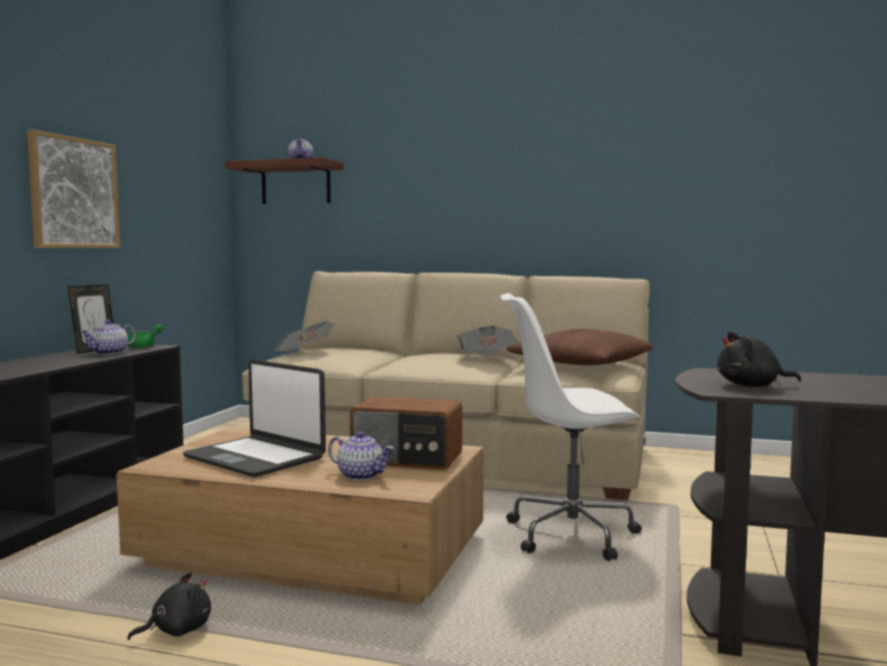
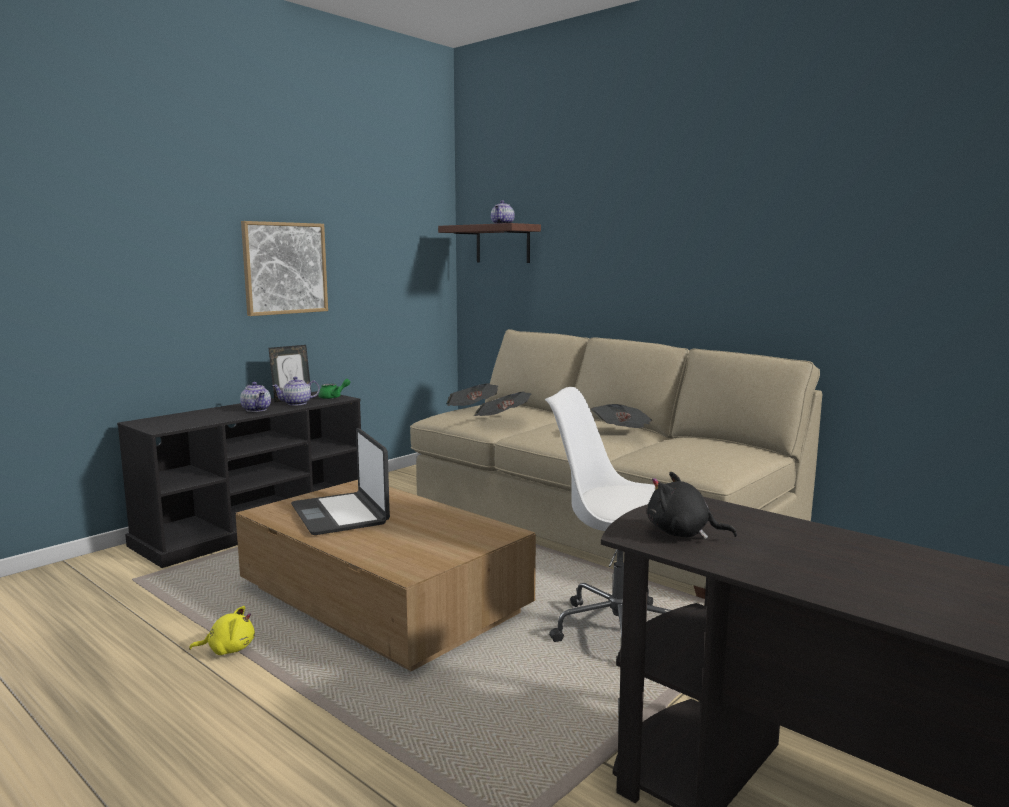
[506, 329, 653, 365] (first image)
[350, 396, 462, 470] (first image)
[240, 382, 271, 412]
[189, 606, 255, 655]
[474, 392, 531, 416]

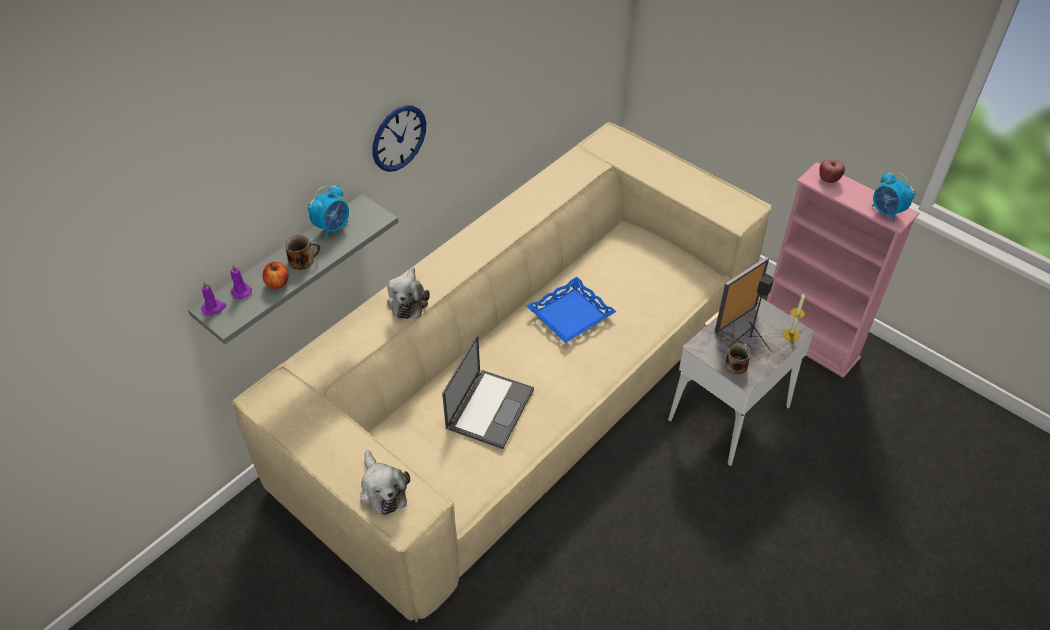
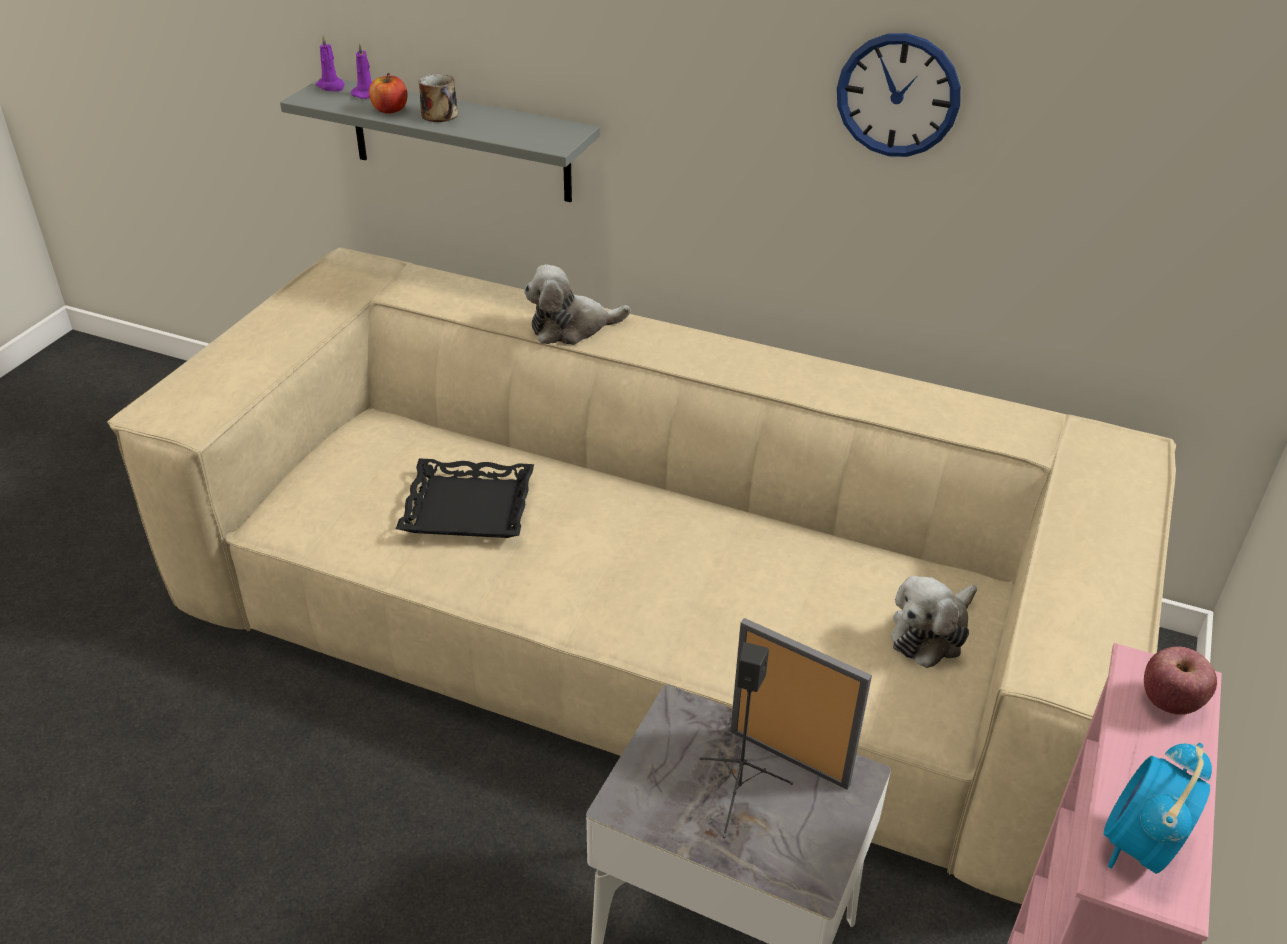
[837, 33, 961, 157]
[308, 185, 349, 239] (first image)
[526, 277, 616, 343] (first image)
[783, 294, 805, 341] (first image)
[396, 459, 534, 538]
[725, 343, 751, 374] (first image)
[891, 575, 977, 668]

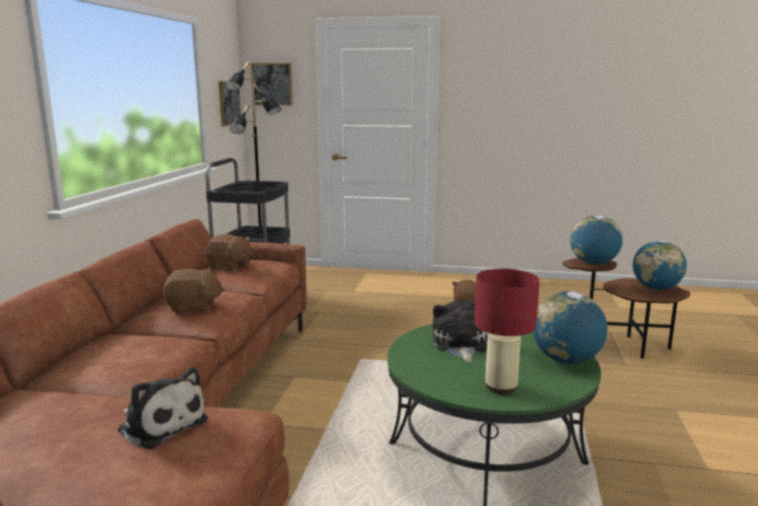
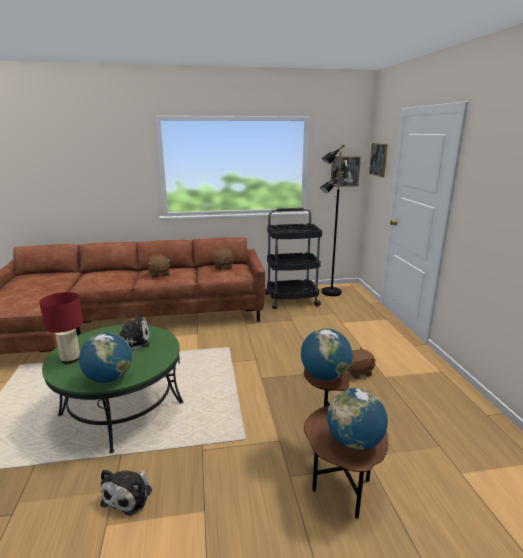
[100, 469, 152, 516]

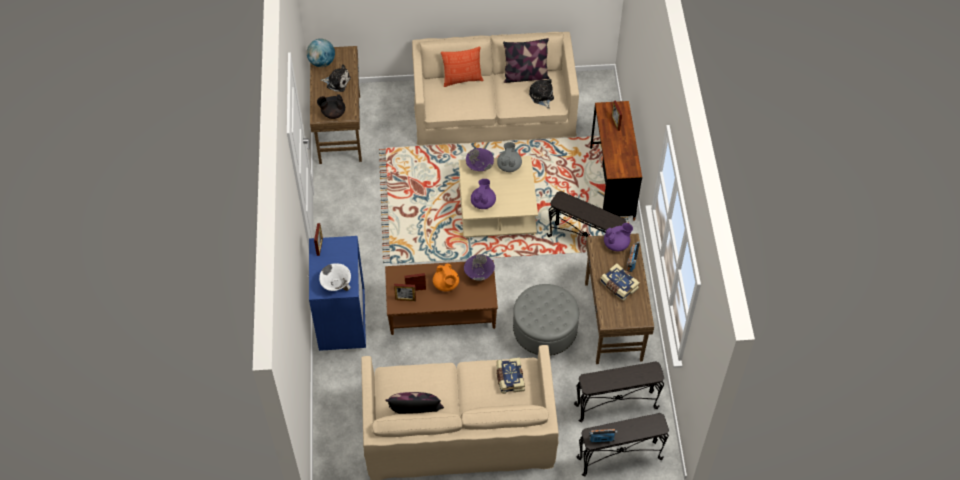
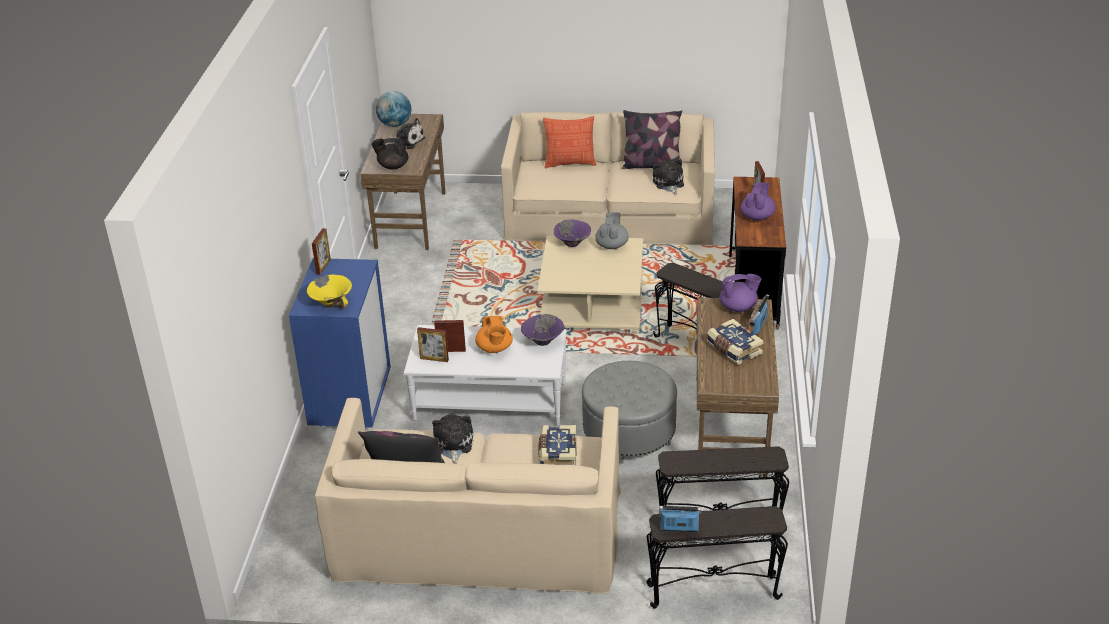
[741, 182, 776, 221]
[404, 325, 567, 426]
[307, 275, 352, 309]
[432, 414, 473, 464]

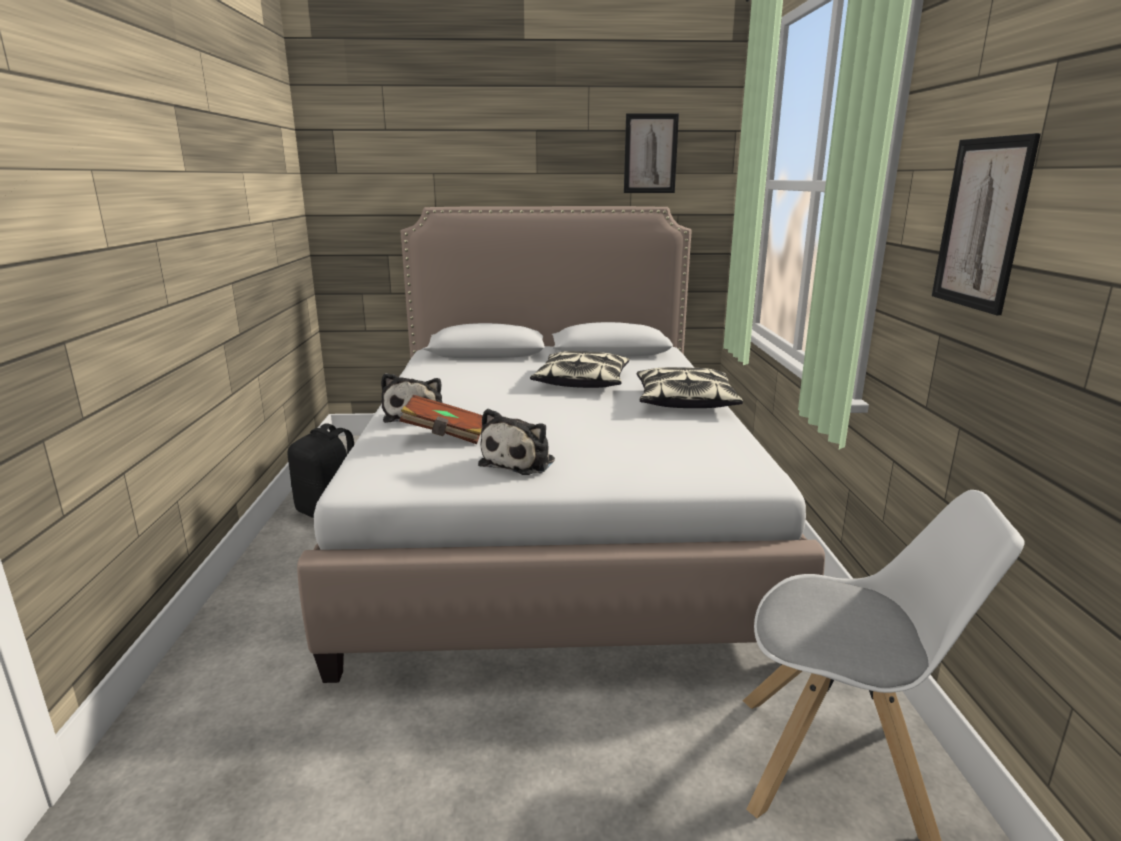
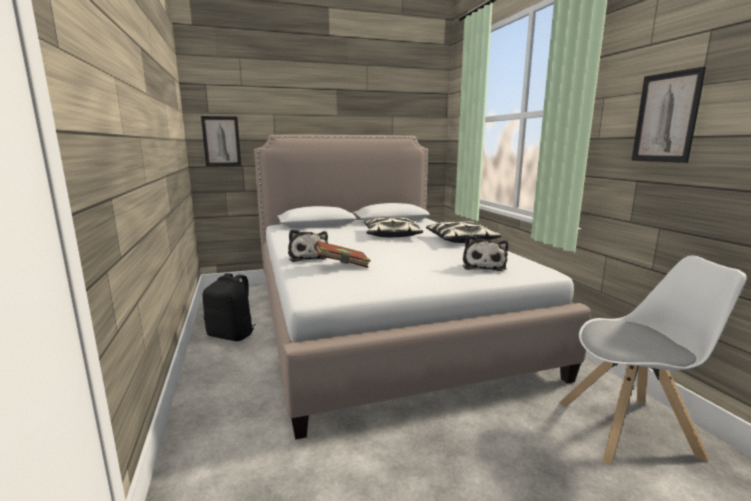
[201, 116, 241, 166]
[463, 235, 508, 271]

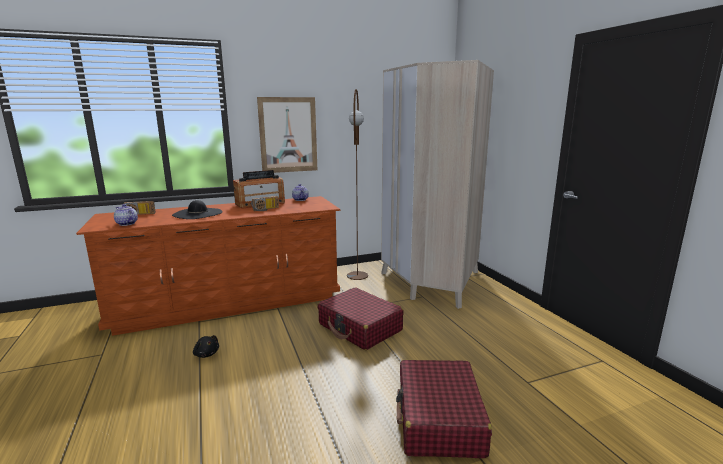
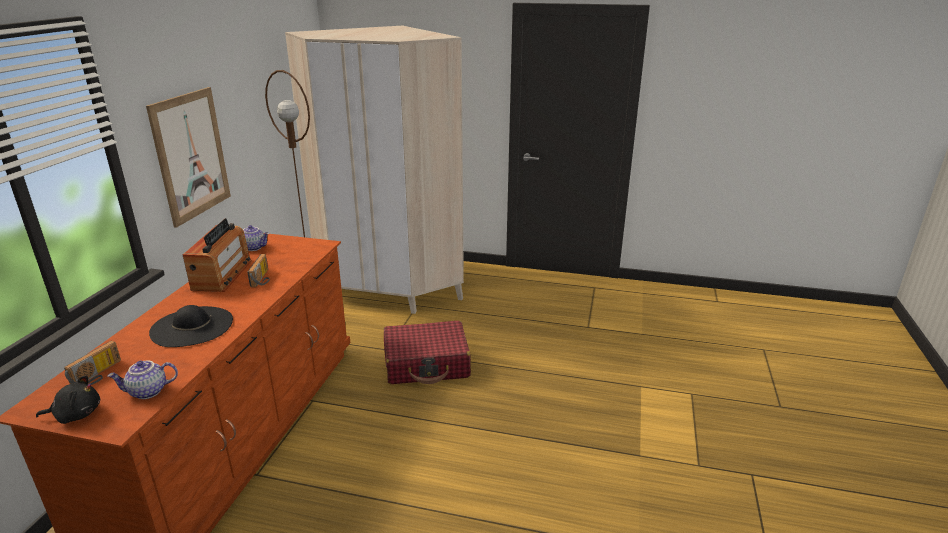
[36, 375, 100, 424]
[396, 360, 492, 458] (first image)

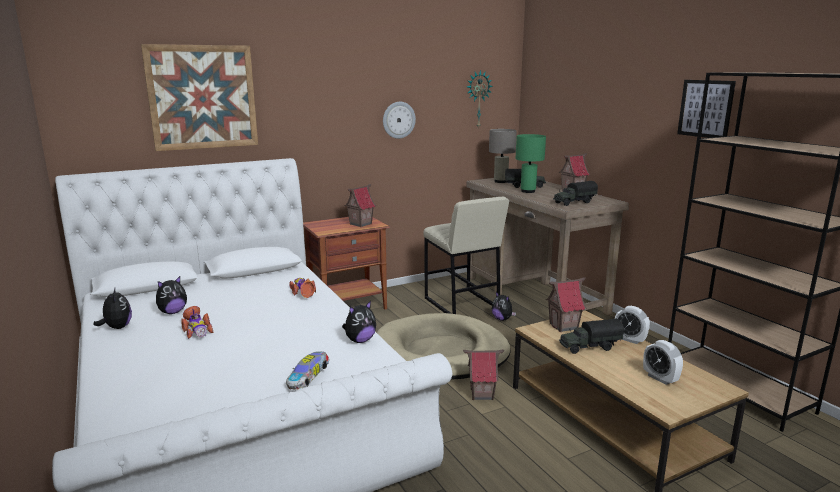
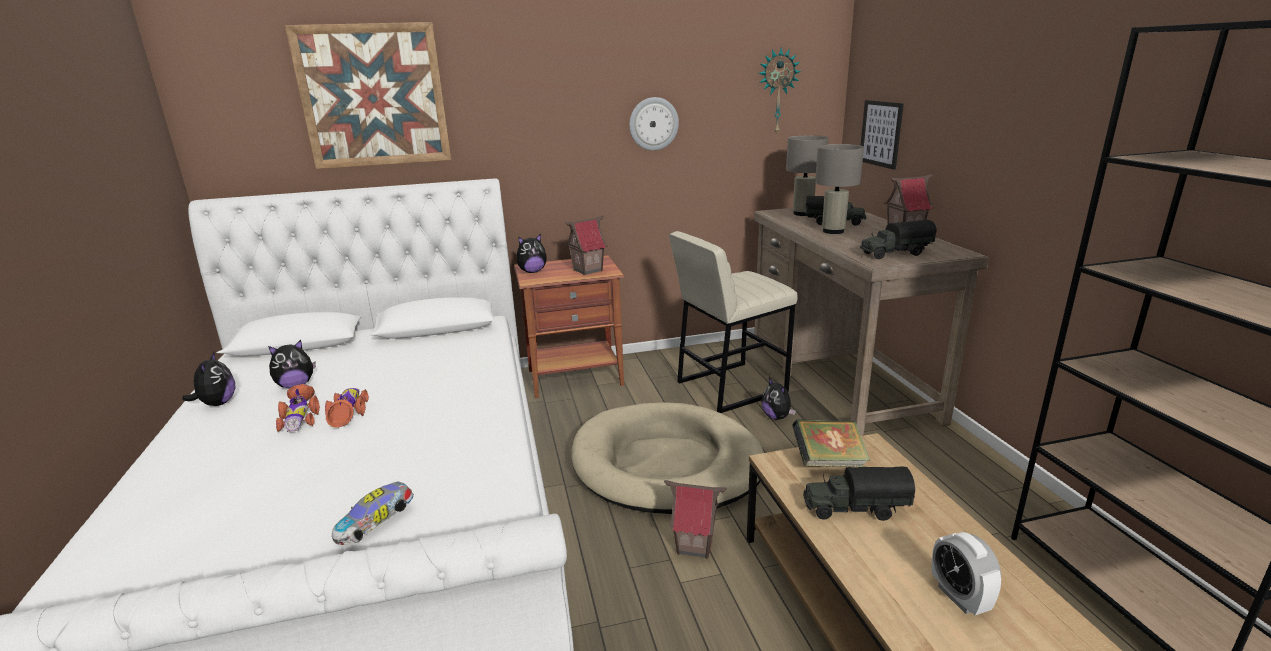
[861, 100, 904, 170]
[815, 144, 864, 234]
[669, 231, 798, 413]
[792, 419, 870, 467]
[325, 388, 369, 428]
[517, 234, 547, 273]
[615, 306, 650, 344] (first image)

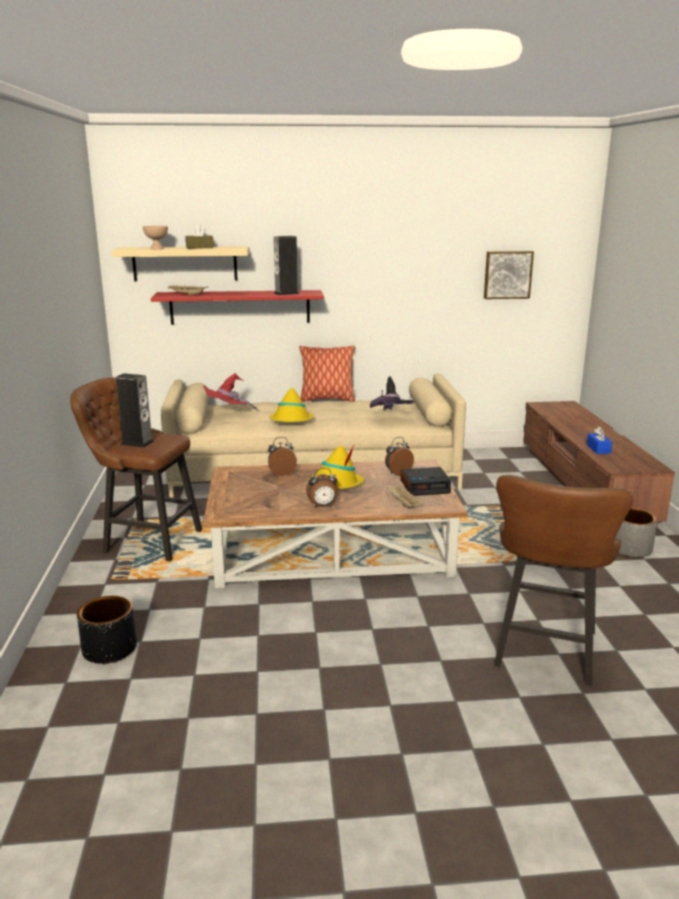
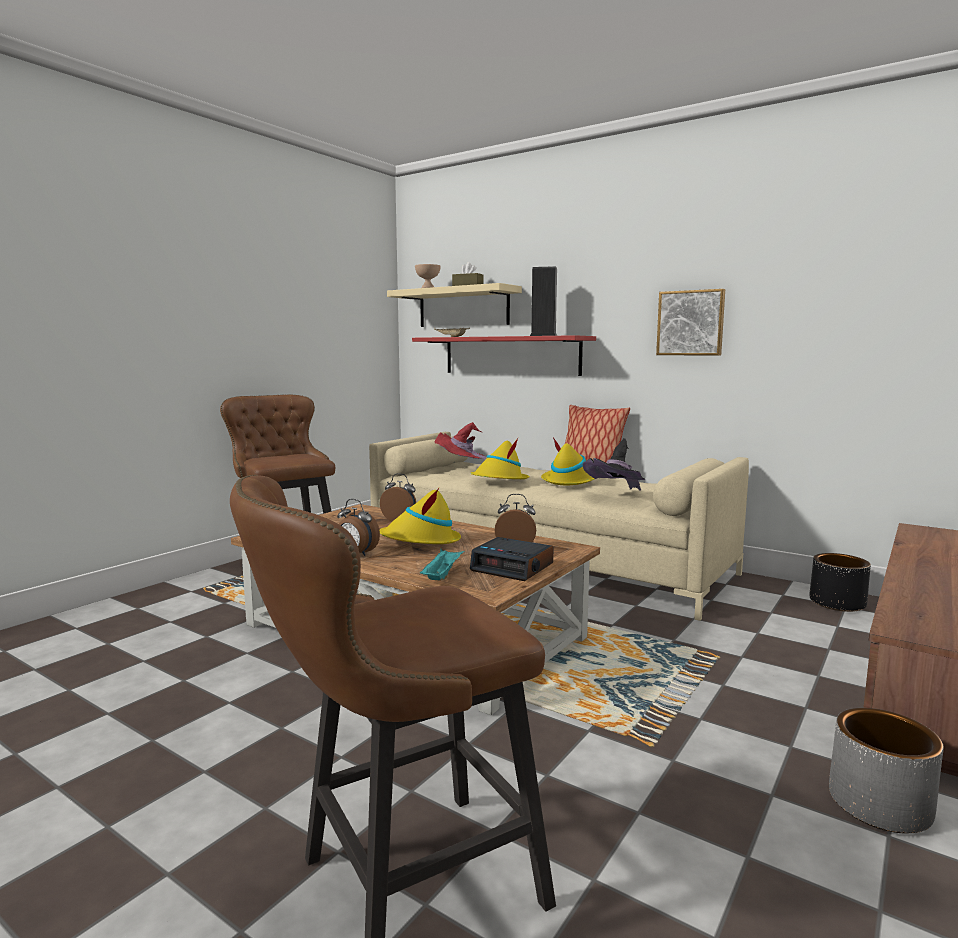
[656, 289, 725, 356]
[116, 373, 154, 448] (first image)
[587, 427, 613, 454] (first image)
[420, 549, 464, 581]
[810, 553, 871, 612]
[541, 437, 594, 485]

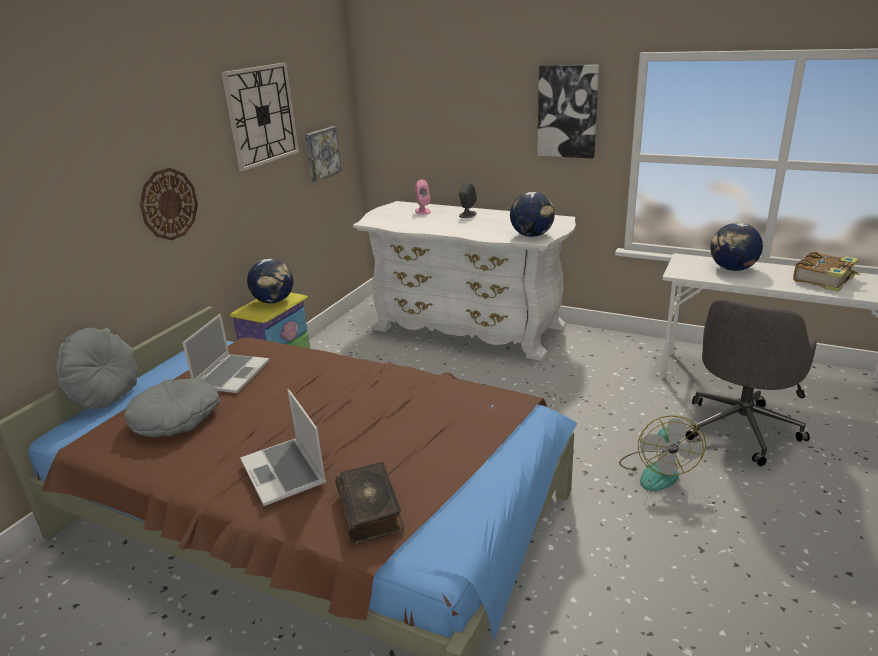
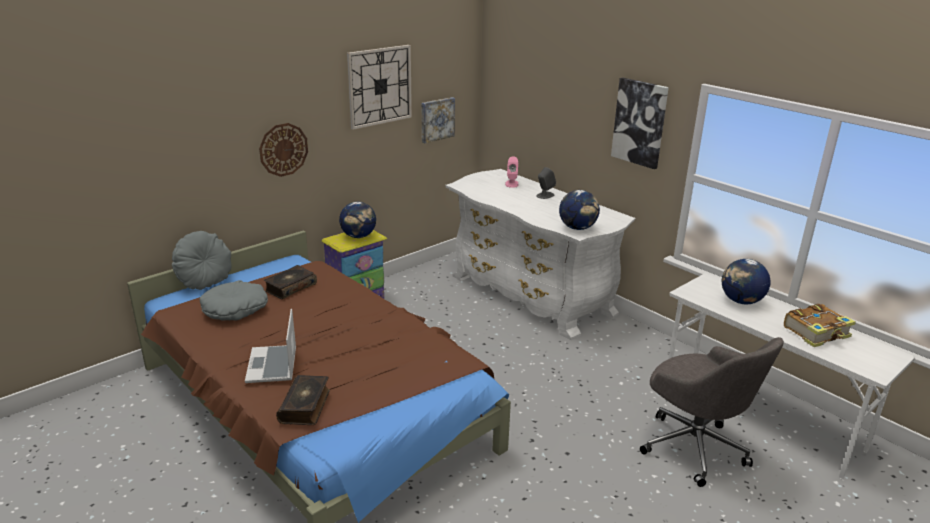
[640, 337, 784, 487]
[264, 265, 317, 299]
[619, 415, 706, 491] (first image)

